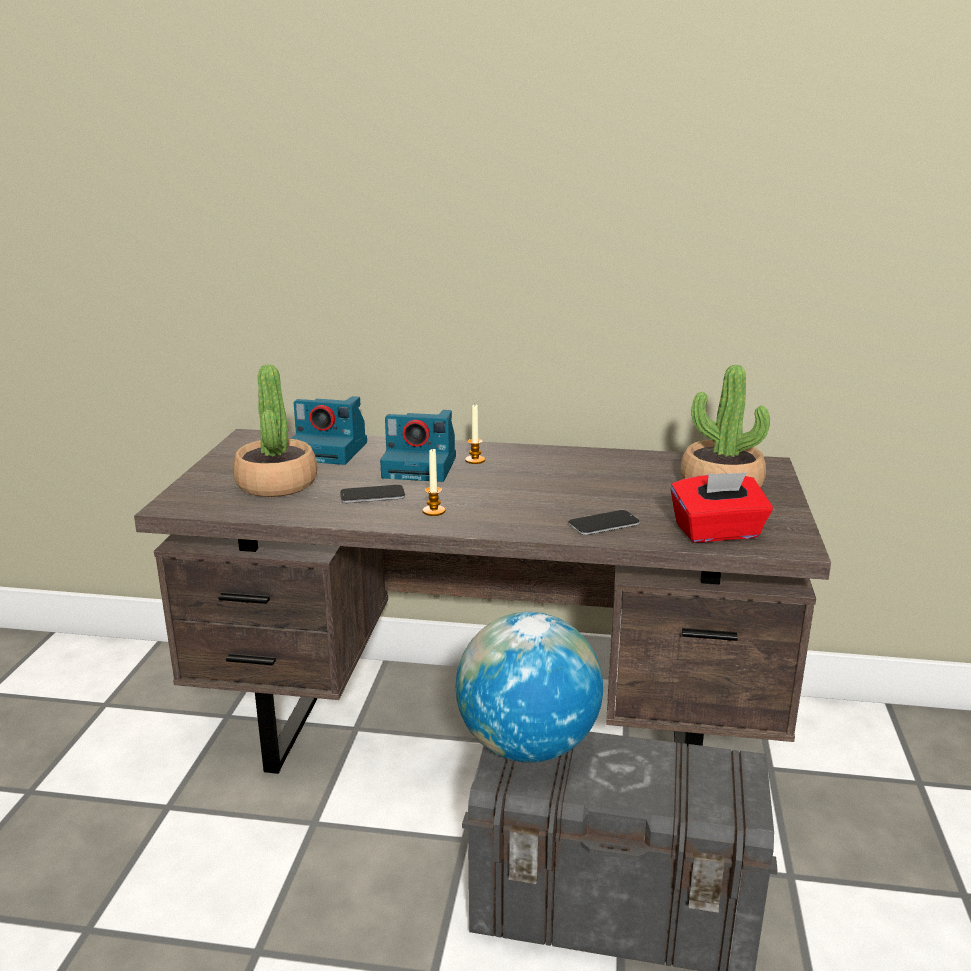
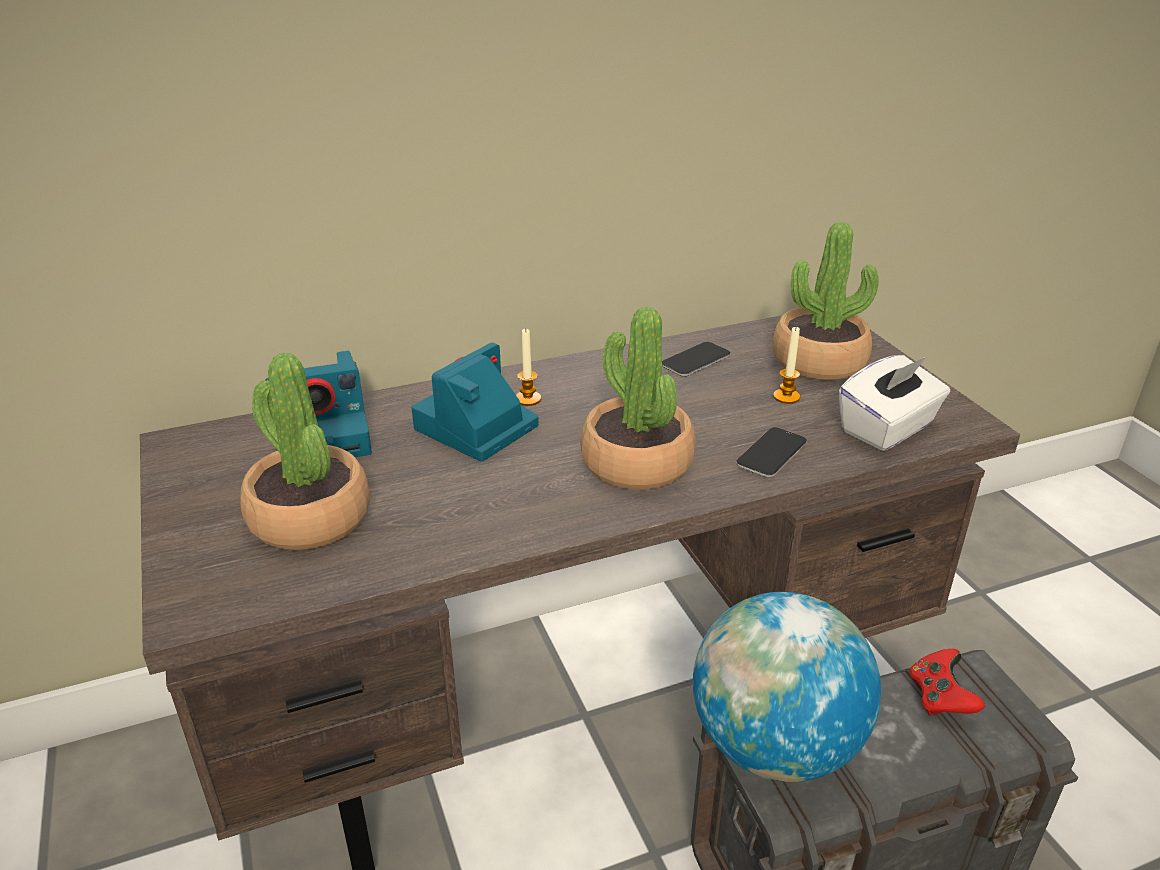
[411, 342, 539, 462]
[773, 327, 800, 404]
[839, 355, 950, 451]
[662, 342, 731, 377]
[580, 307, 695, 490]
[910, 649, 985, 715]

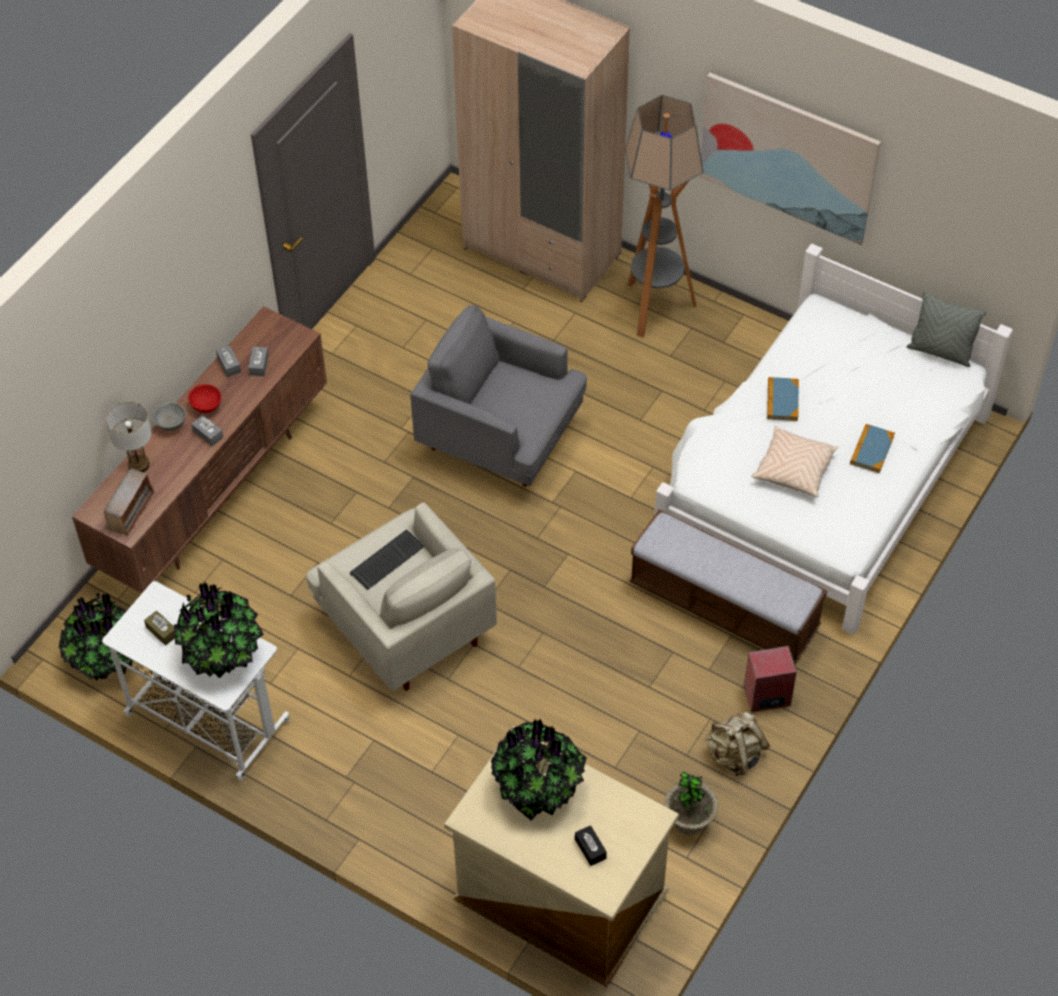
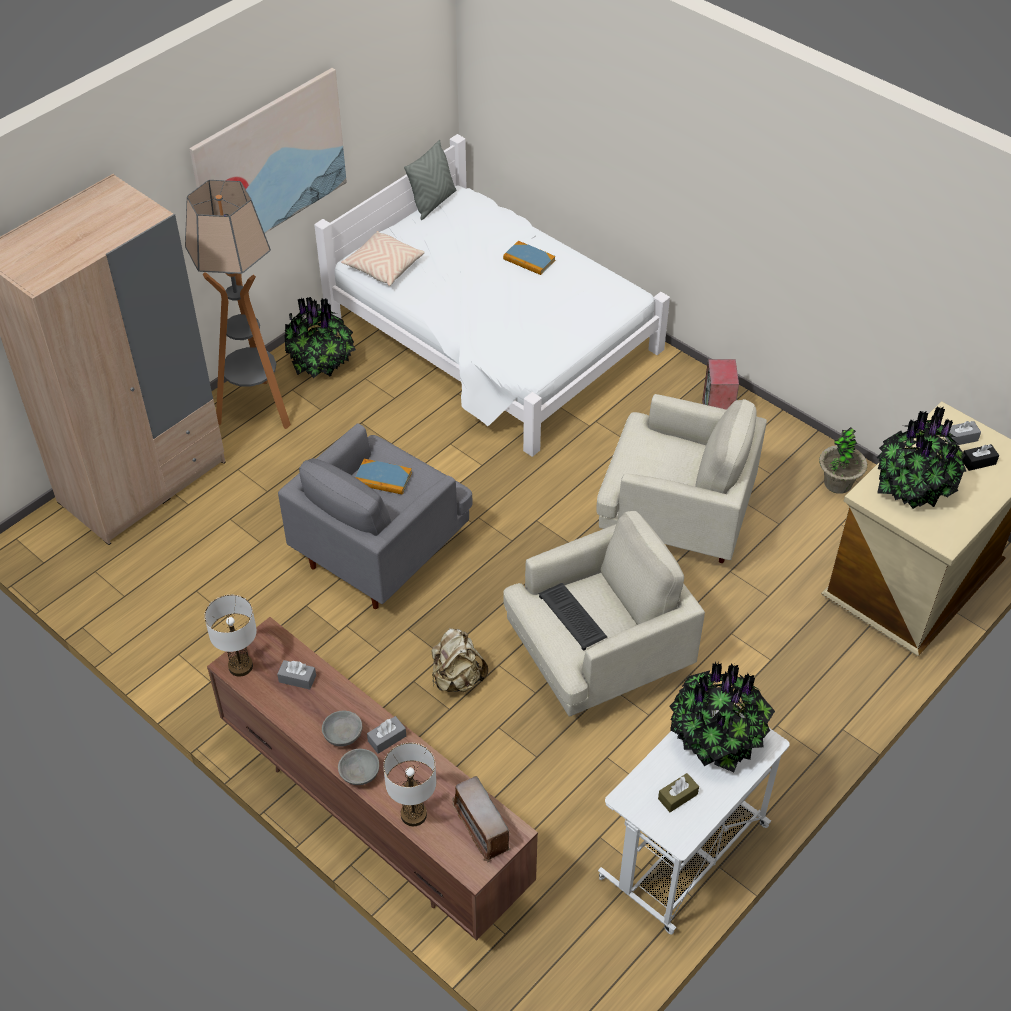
[945, 421, 981, 445]
[355, 459, 412, 495]
[322, 711, 363, 747]
[341, 231, 425, 286]
[452, 776, 511, 862]
[630, 509, 827, 664] (first image)
[284, 297, 356, 378]
[431, 628, 488, 692]
[596, 394, 767, 563]
[204, 595, 257, 677]

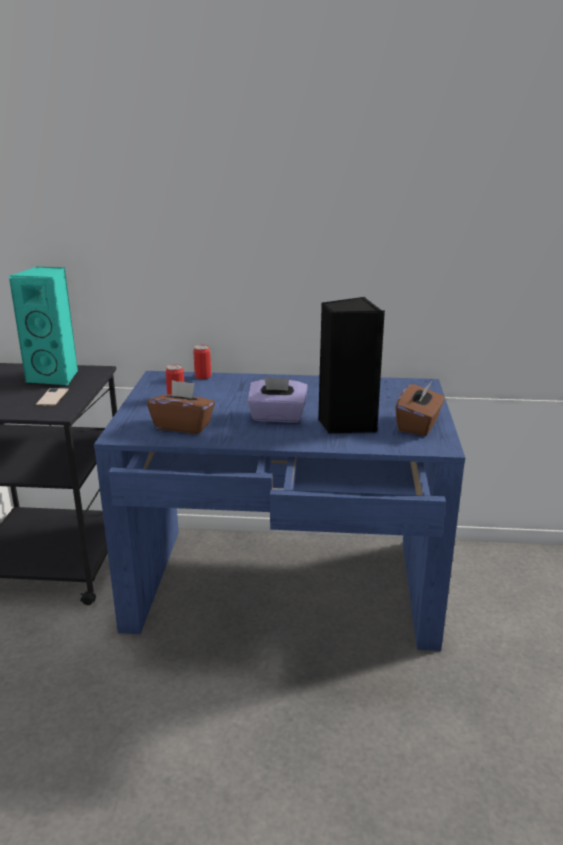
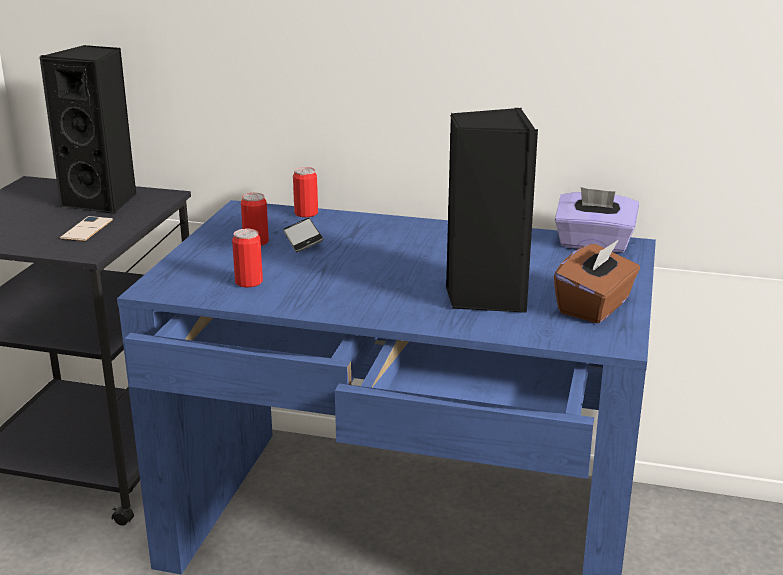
[38, 45, 137, 214]
[555, 187, 639, 252]
[232, 229, 263, 288]
[283, 218, 324, 252]

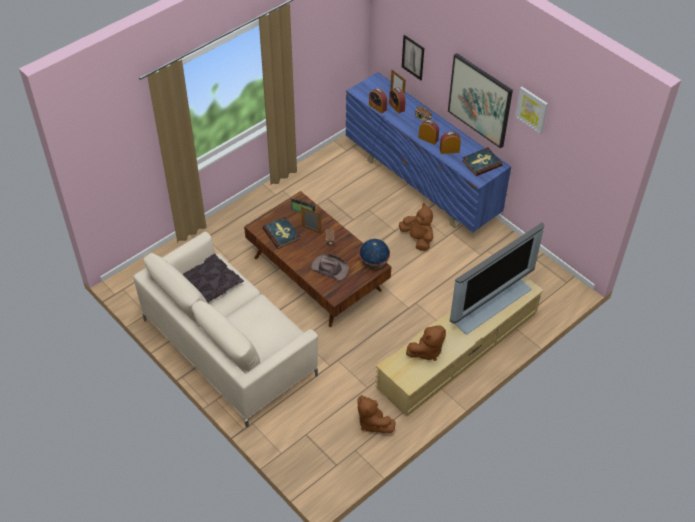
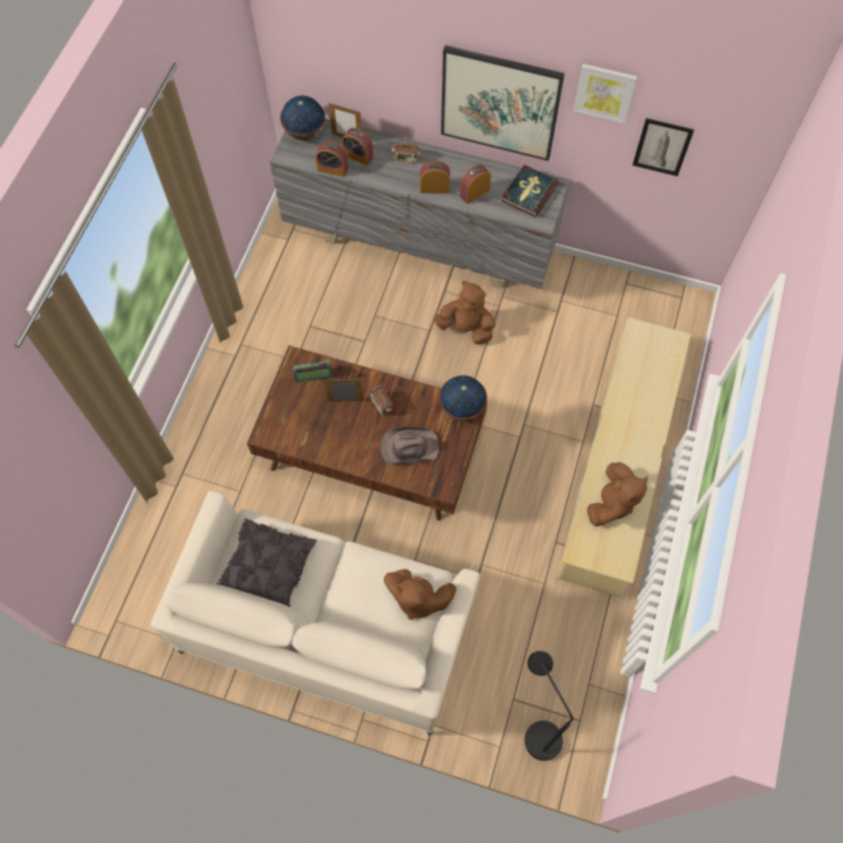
[633, 118, 694, 176]
[270, 119, 570, 289]
[263, 217, 300, 249] (first image)
[450, 223, 544, 335] (first image)
[384, 569, 456, 620]
[280, 96, 325, 141]
[525, 651, 573, 761]

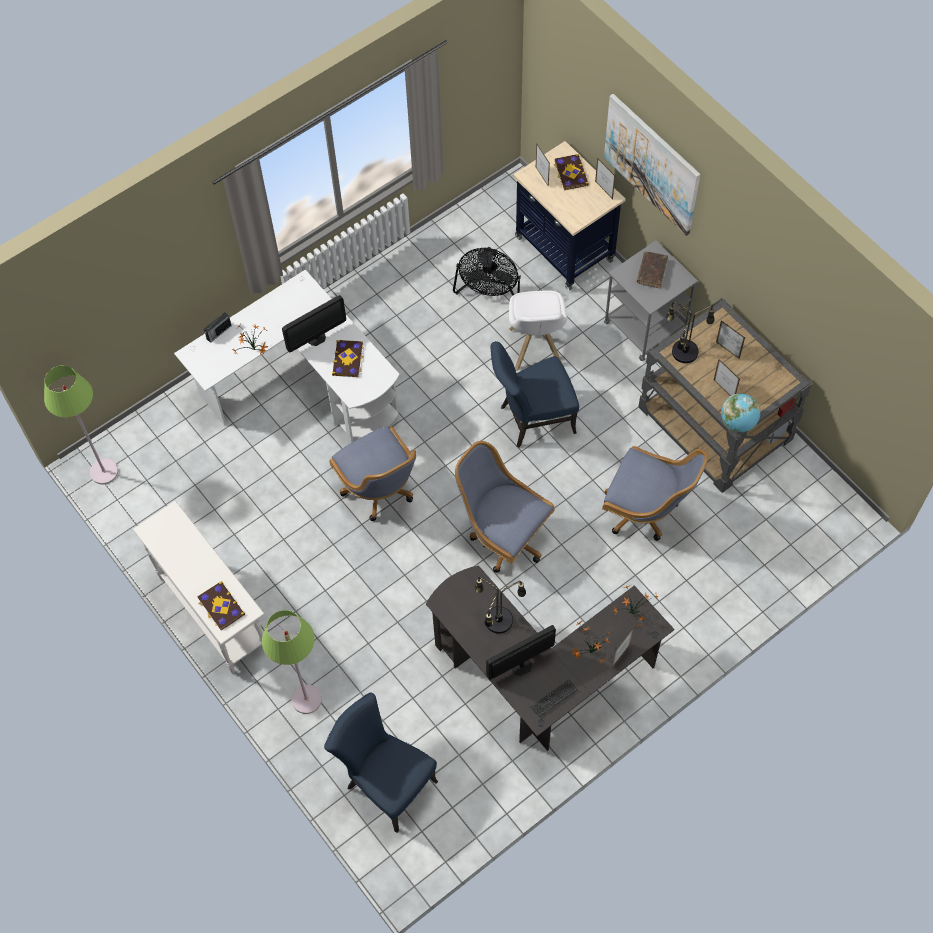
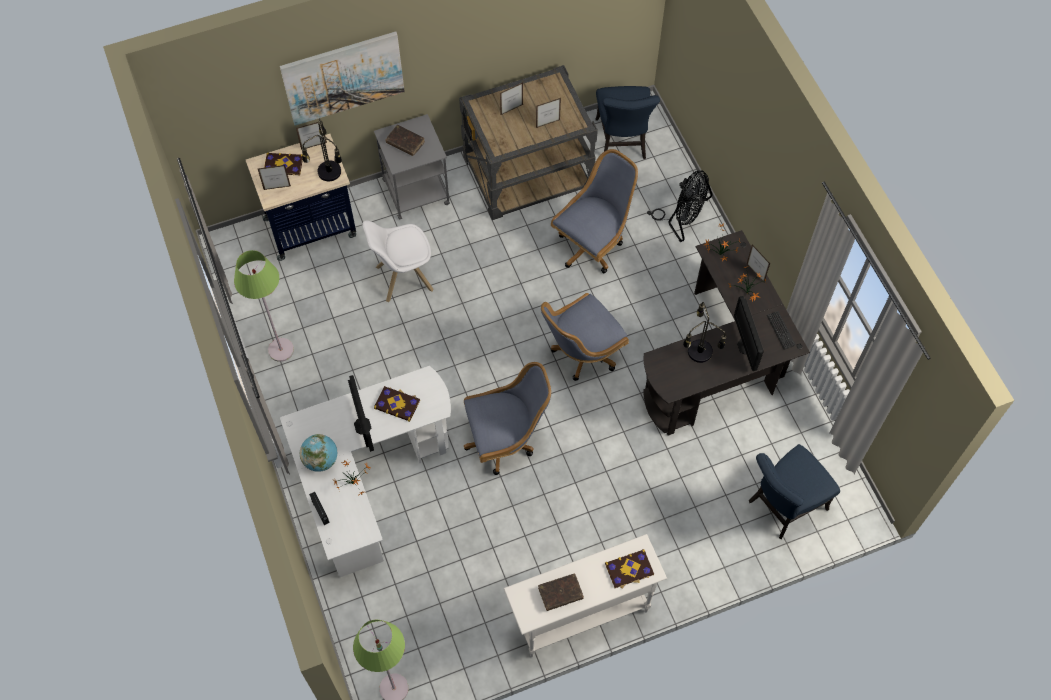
[647, 170, 713, 242]
[362, 220, 434, 302]
[302, 118, 342, 181]
[595, 86, 660, 159]
[300, 434, 337, 472]
[234, 250, 294, 362]
[538, 574, 584, 611]

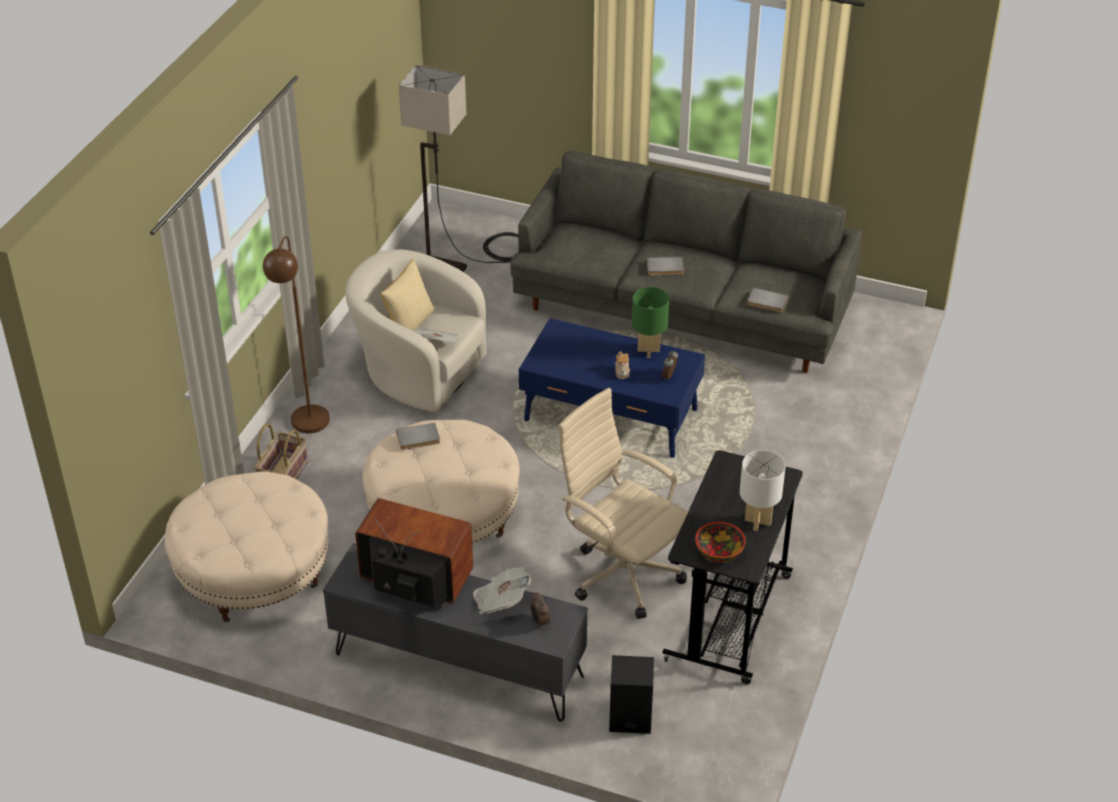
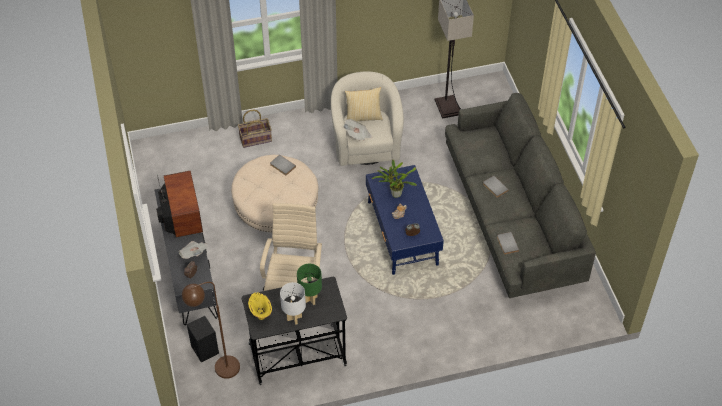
[182, 282, 240, 379]
[297, 264, 322, 305]
[165, 471, 328, 622] (first image)
[248, 292, 272, 320]
[372, 160, 417, 198]

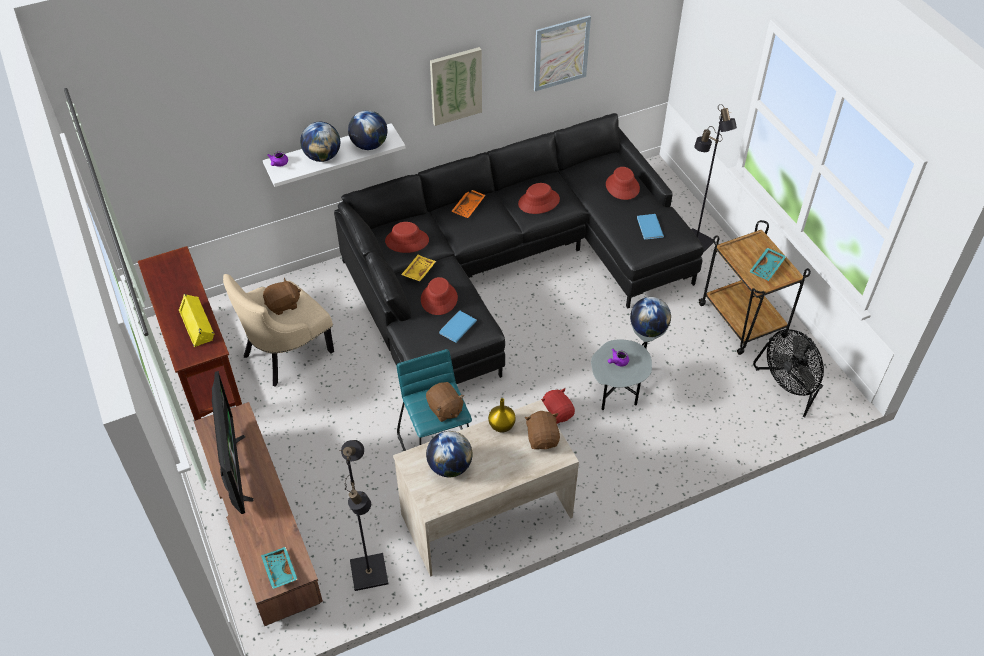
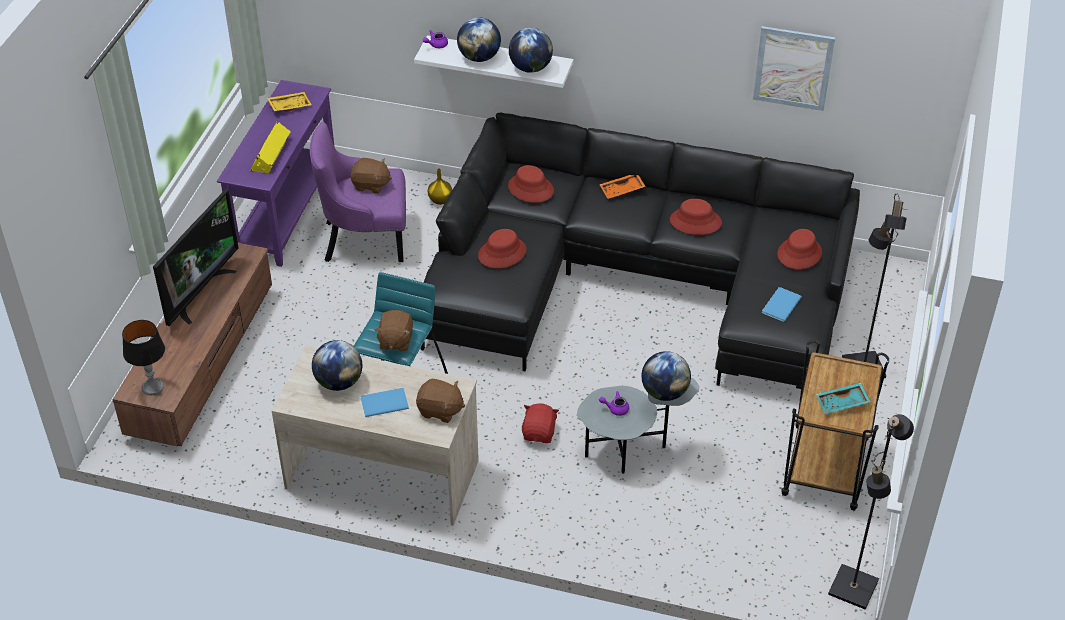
[430, 47, 482, 126] (first image)
[217, 80, 334, 267]
[267, 92, 312, 112]
[310, 122, 406, 262]
[360, 388, 409, 417]
[753, 329, 824, 417] (first image)
[428, 168, 452, 205]
[416, 379, 465, 423]
[828, 414, 914, 610]
[122, 320, 165, 395]

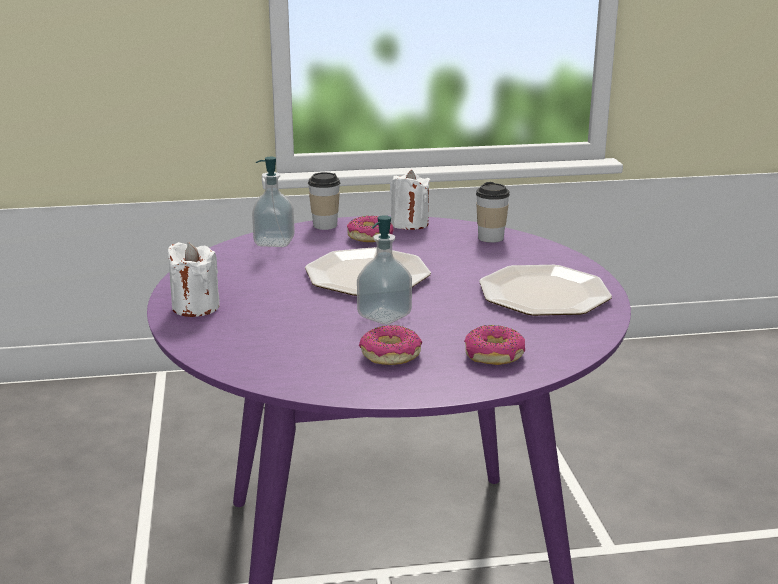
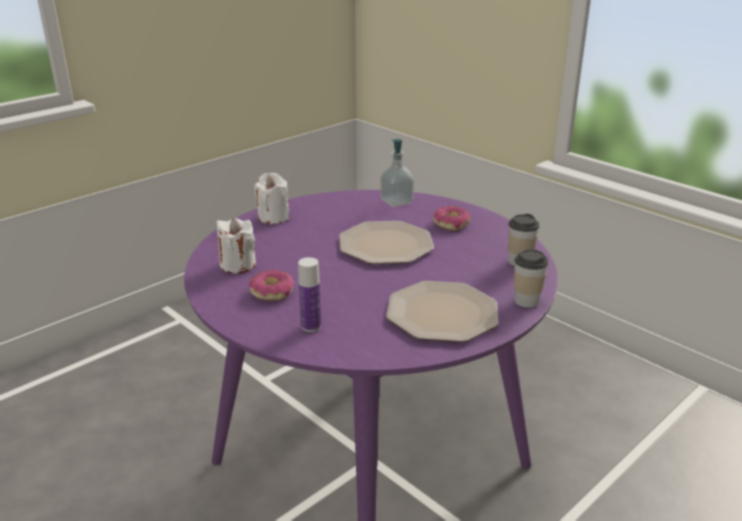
[217, 218, 256, 273]
[514, 249, 549, 308]
[357, 215, 412, 325] (first image)
[298, 257, 321, 332]

